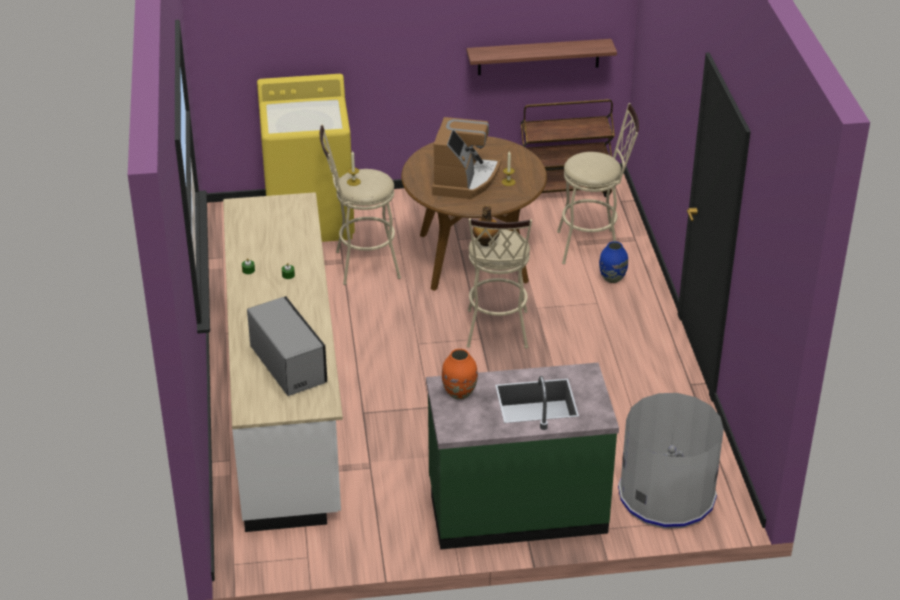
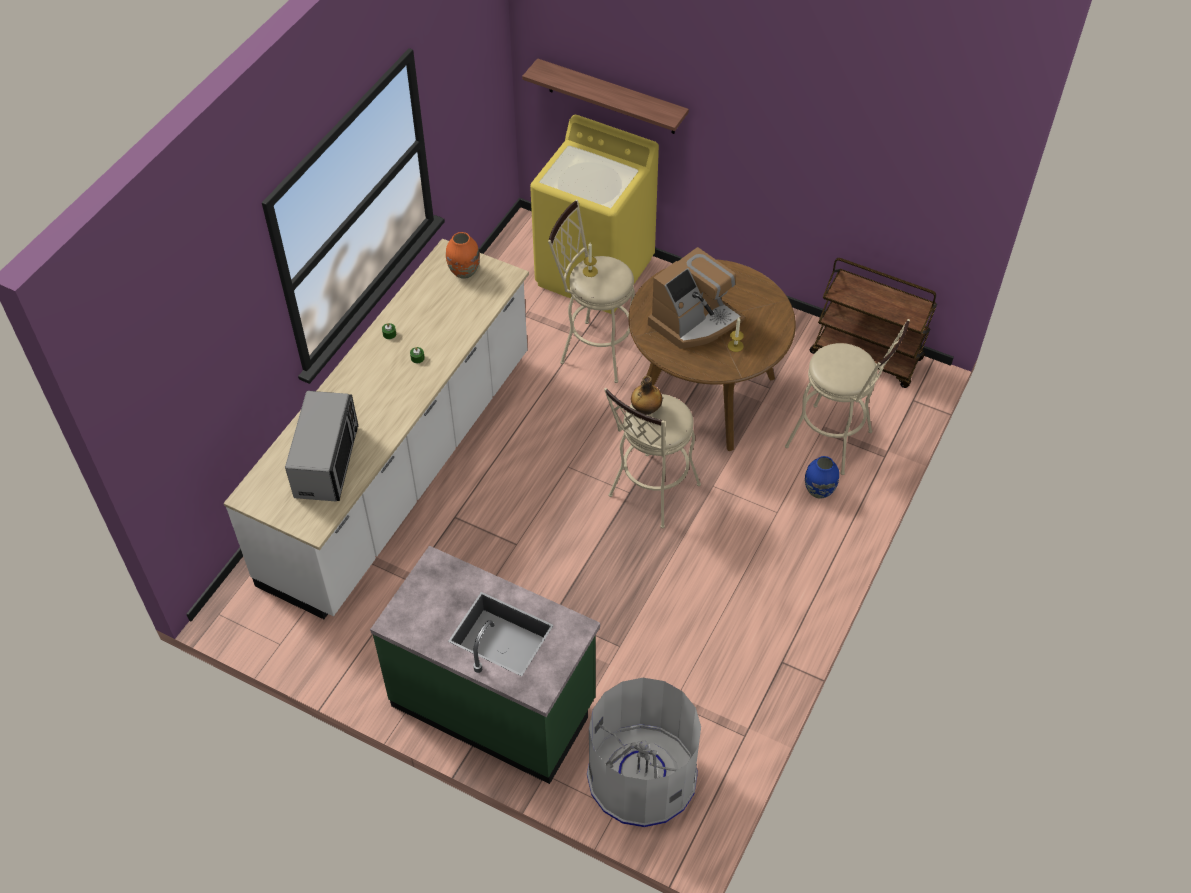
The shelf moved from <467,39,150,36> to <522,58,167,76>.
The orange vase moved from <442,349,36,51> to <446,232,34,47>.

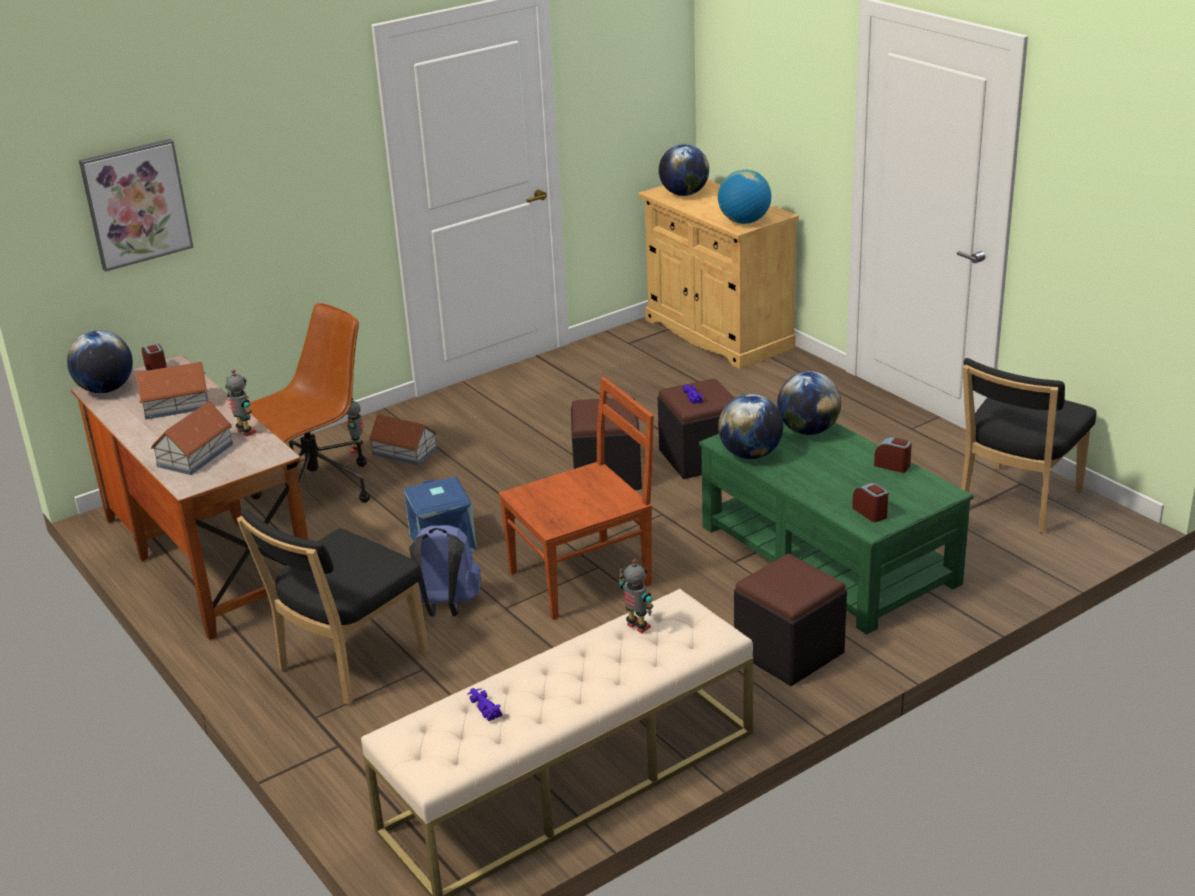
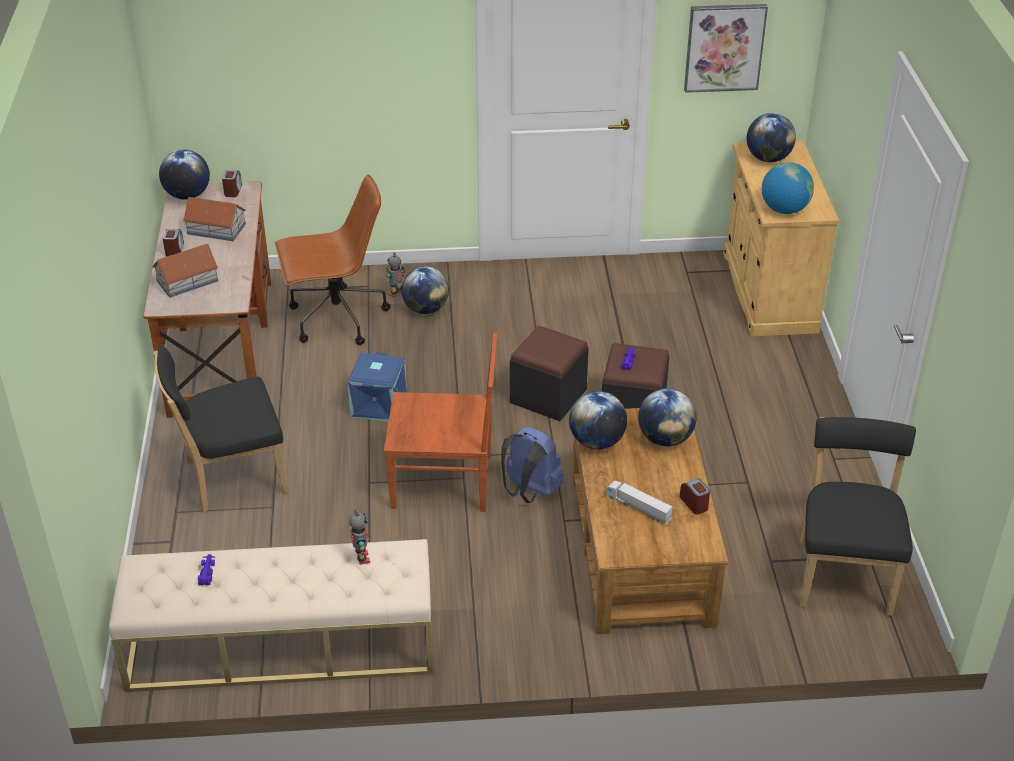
The picture moved from <79,139,115,133> to <684,4,84,89>.
The black chair at <961,358,135,175> turned 120 degrees clockwise.
The toy robot at <225,369,31,68> disappeared.
The toy house at <368,414,70,51> was replaced by the globe at <401,266,48,48>.
The green coffee table at <699,422,275,213> became the brown coffee table at <572,408,156,226>.
The alarm clock moved from <852,482,36,40> to <163,229,21,28>.
The blue backpack moved from <409,525,72,92> to <501,427,62,76>.
The black ottoman at <734,554,113,132> disappeared.
The toy truck at <606,481,66,44> appeared.

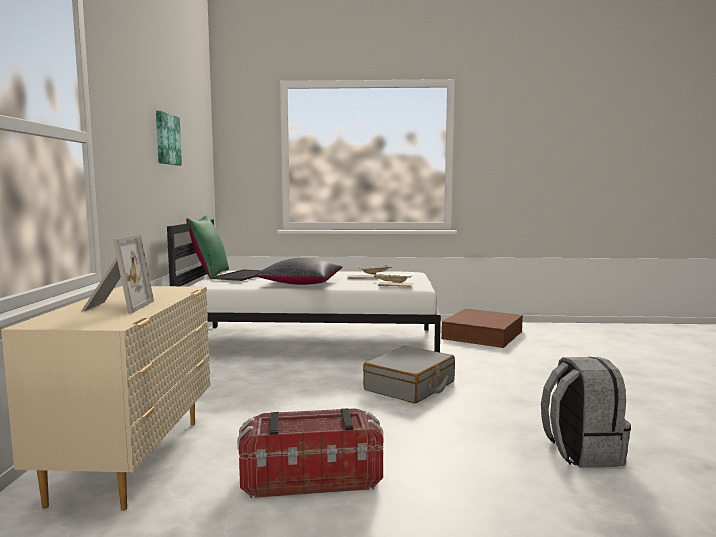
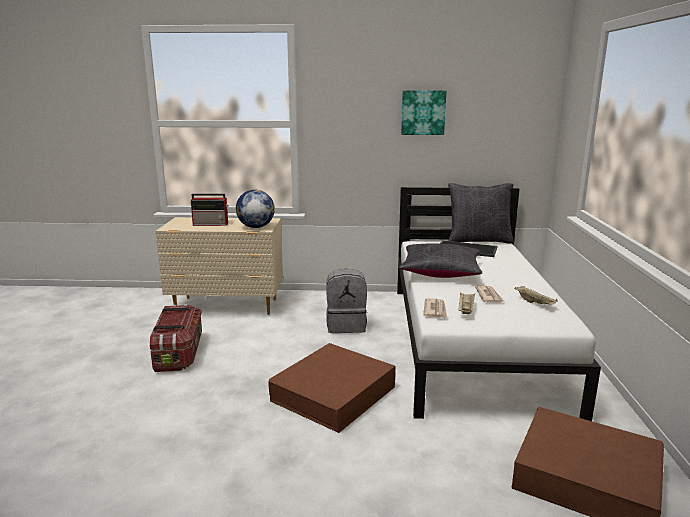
The green pillow at <186,215,43,64> became the black pillow at <448,183,66,61>.
The picture frame at <81,234,73,79> was replaced by the radio at <191,194,37,32>.
The grey suitcase at <363,346,92,58> was replaced by the brown storage box at <268,343,128,90>.
The grey backpack moved from <541,357,90,111> to <326,269,41,64>.
The globe at <236,190,39,38> appeared.

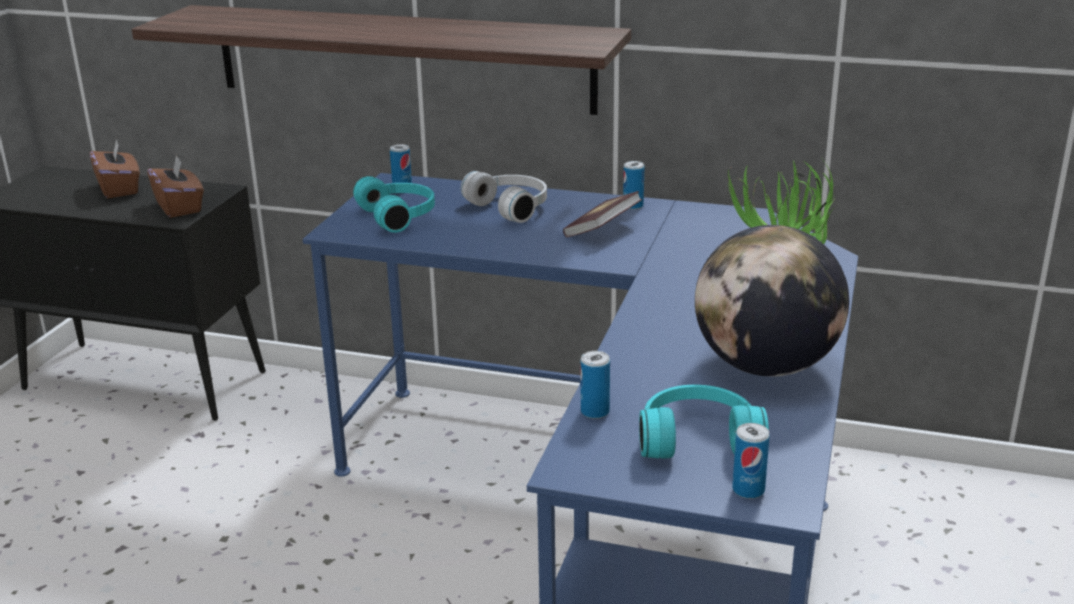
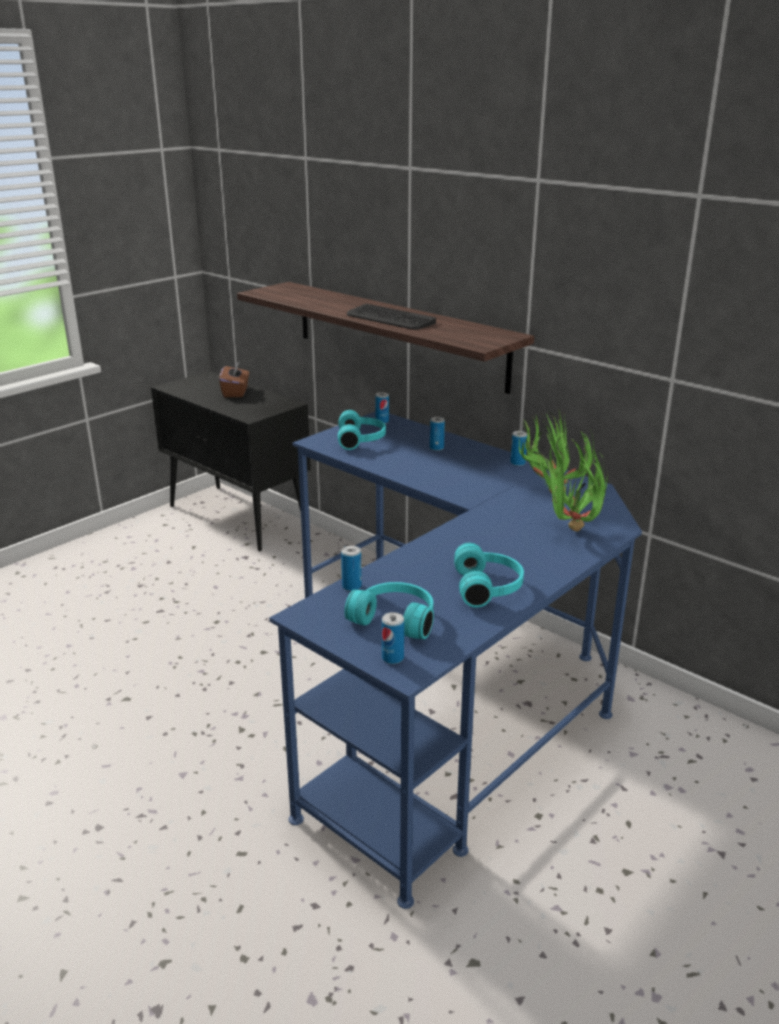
The brown tissue box at <147,154,57,64> disappeared.
The white headphones at <461,171,86,52> was replaced by the can at <430,417,15,34>.
The book at <563,191,79,46> disappeared.
The globe at <695,225,154,152> was replaced by the turquoise headphones at <454,543,70,65>.
The keyboard at <347,304,89,26> appeared.
The potted plant at <518,411,76,83> appeared.

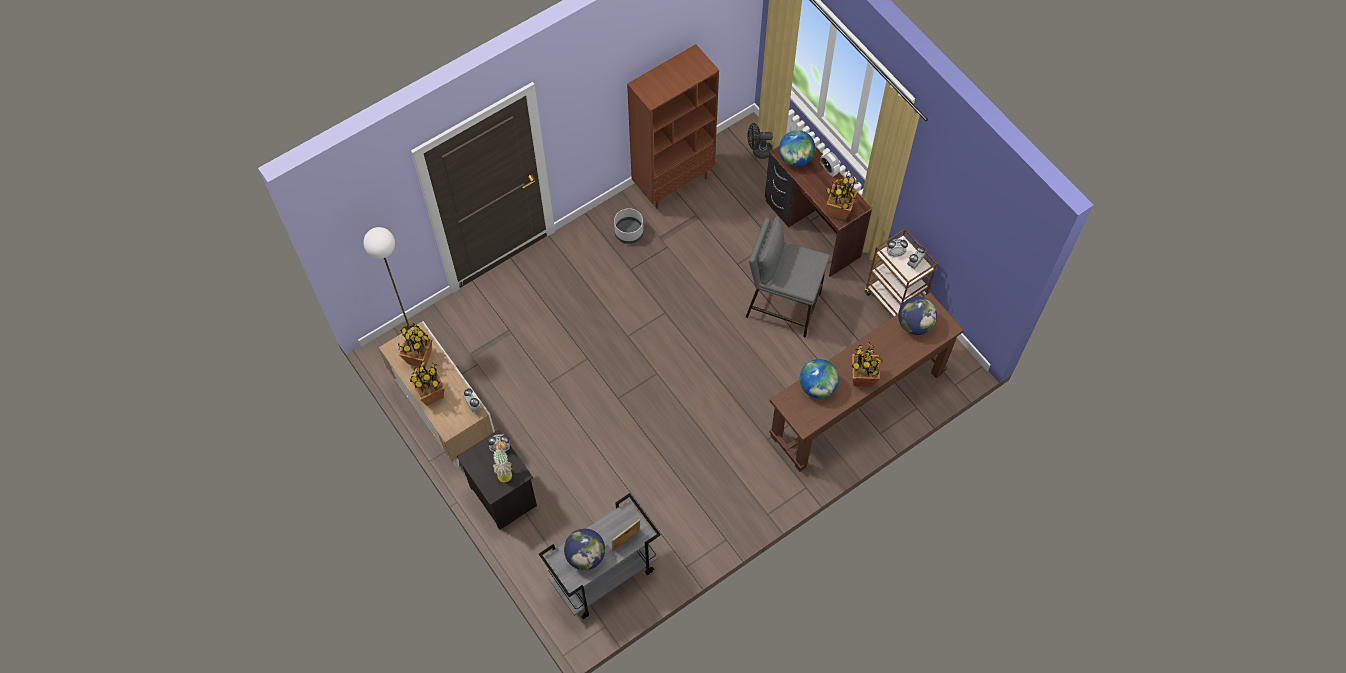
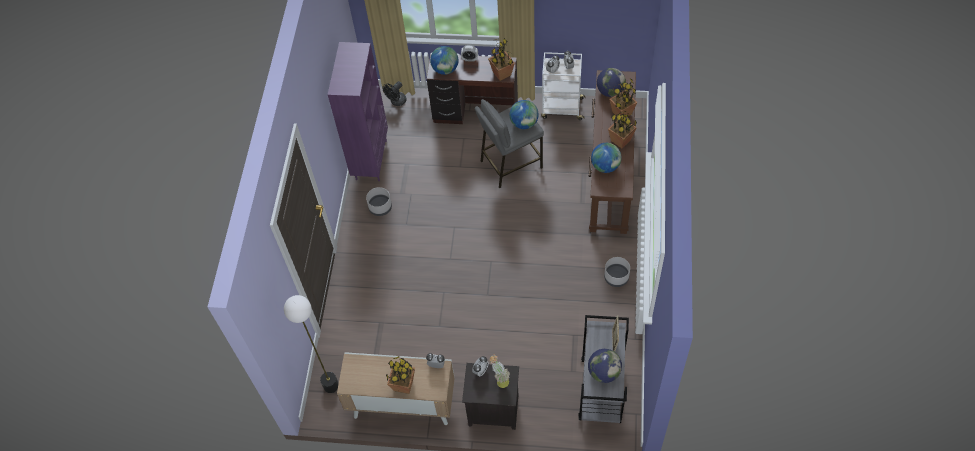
The brown bookcase at <627,44,92,165> became the purple bookcase at <328,42,60,139>.
The brown cart at <864,228,74,89> became the white cart at <541,52,45,68>.
The potted plant moved from <398,323,34,44> to <609,79,29,39>.
The globe at <510,100,29,29> appeared.
The grey planter at <604,257,26,30> appeared.

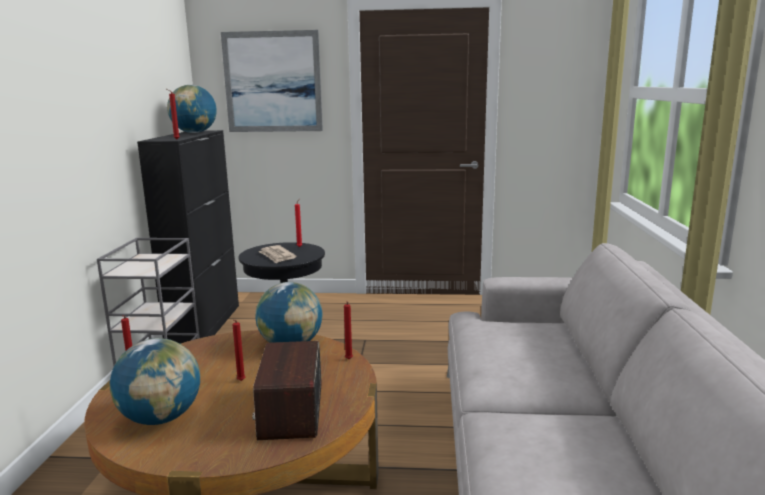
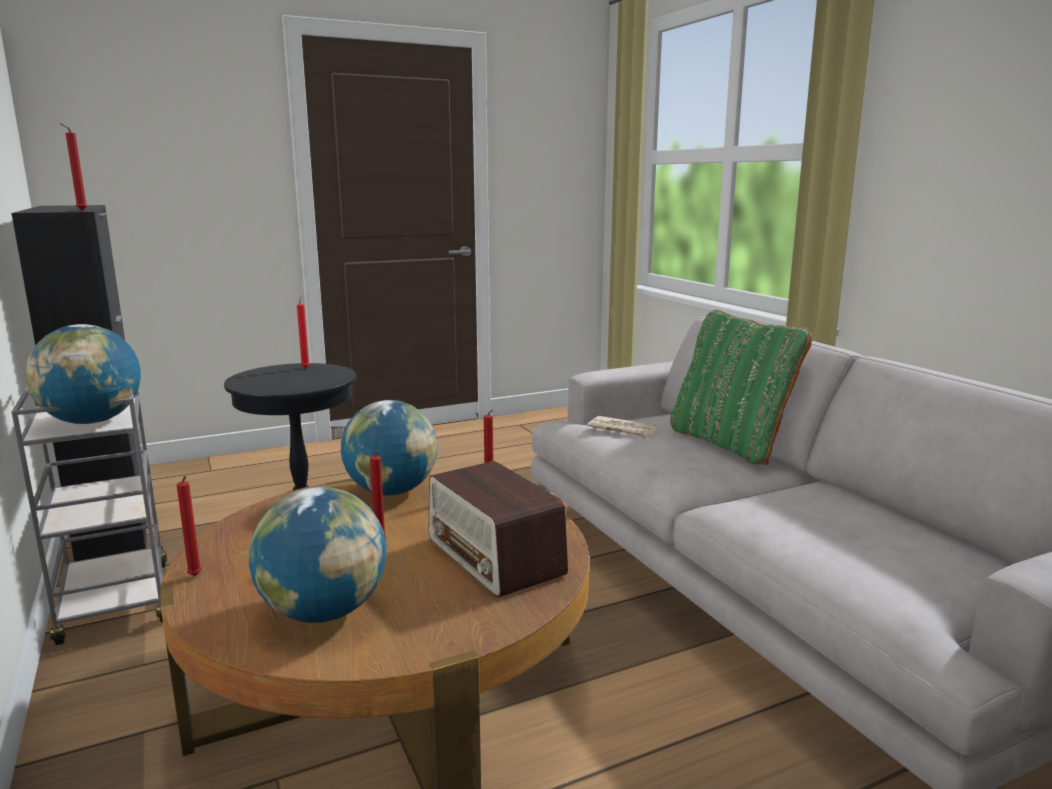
The picture at <221,30,102,102> disappeared.
The globe moved from <167,85,50,48> to <25,324,116,100>.
The newspaper moved from <258,245,38,19> to <587,416,69,24>.
The green pillow at <670,310,142,155> appeared.

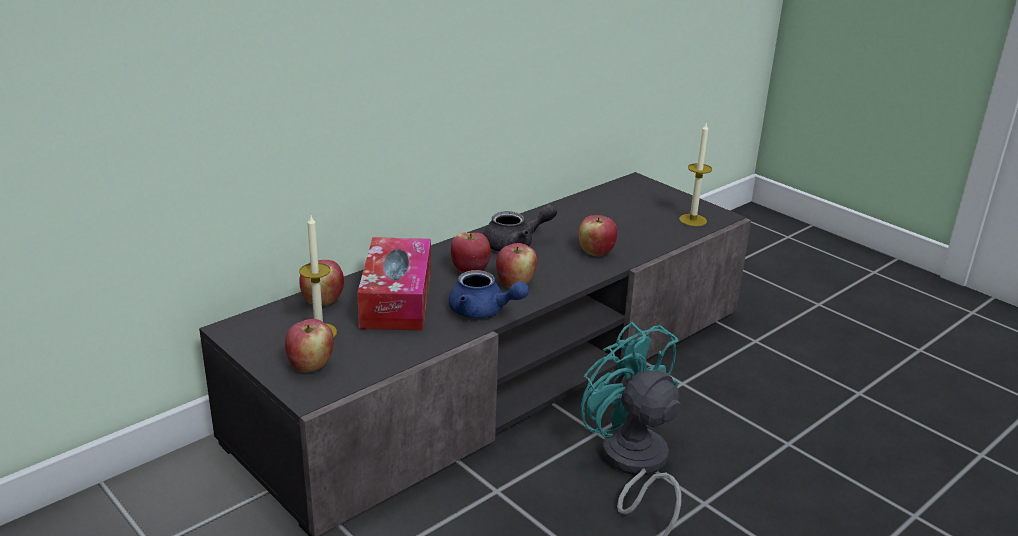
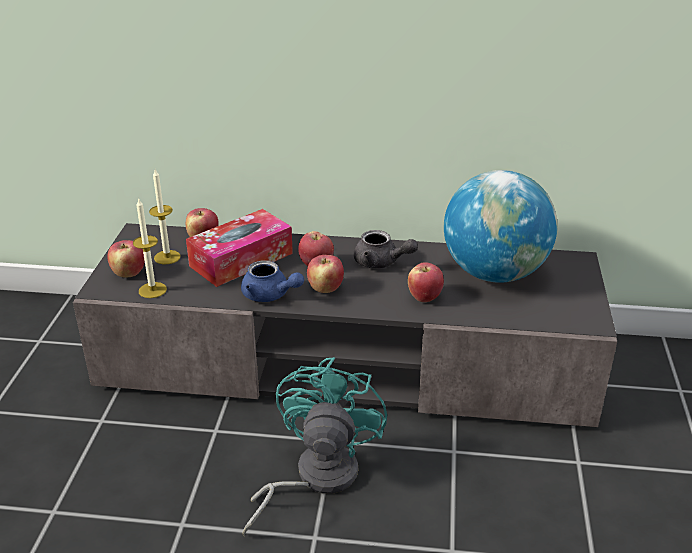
The candle moved from <679,123,33,103> to <133,199,34,99>.
The blue teapot at <448,270,81,48> turned 45 degrees counterclockwise.
The globe at <444,170,113,113> appeared.

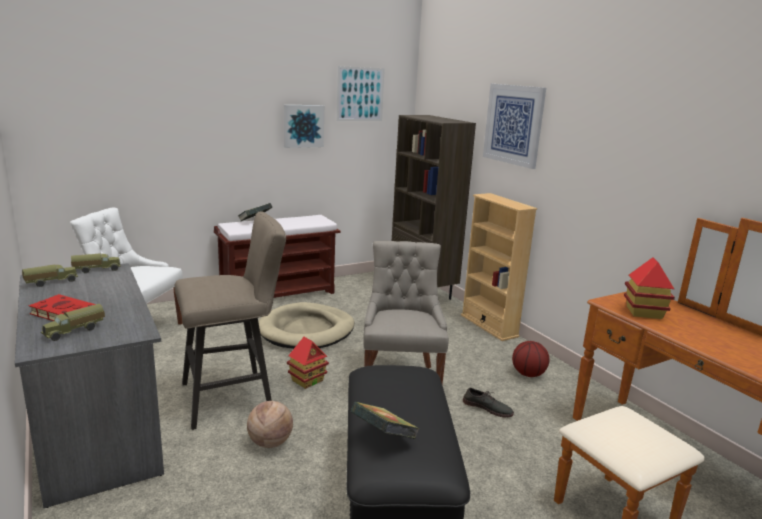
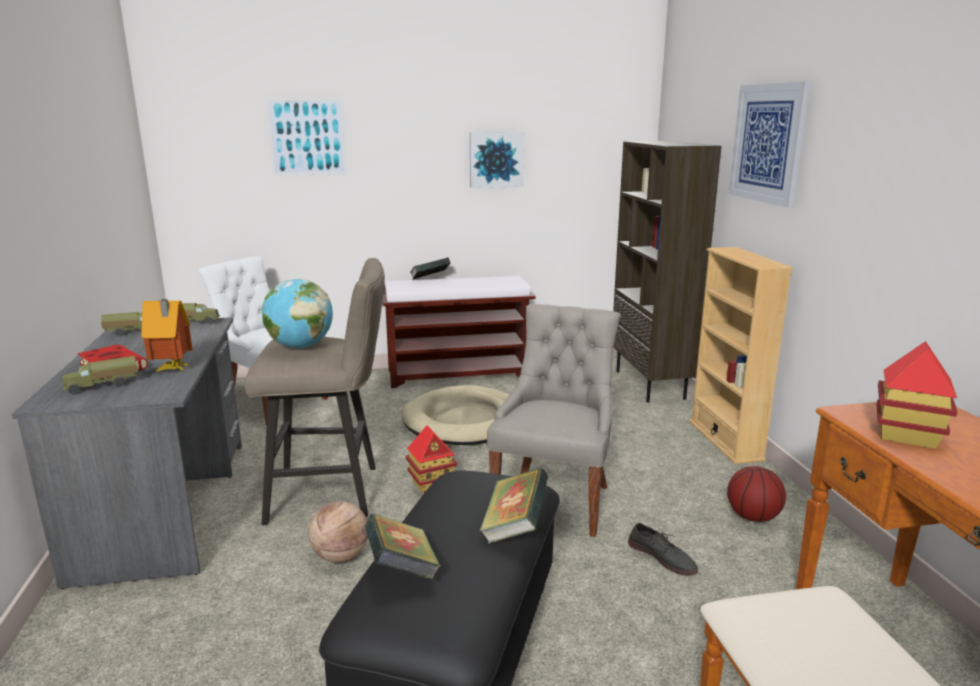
The picture moved from <336,66,49,55> to <266,98,81,78>.
The globe at <262,279,71,69> appeared.
The toy house at <141,299,52,73> appeared.
The book at <479,467,69,77> appeared.

